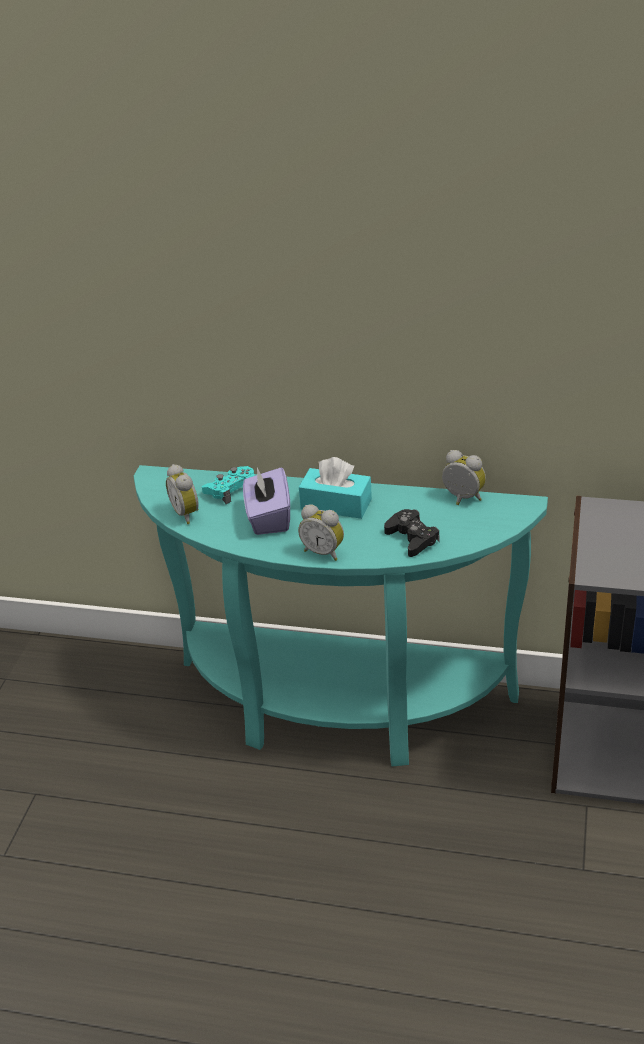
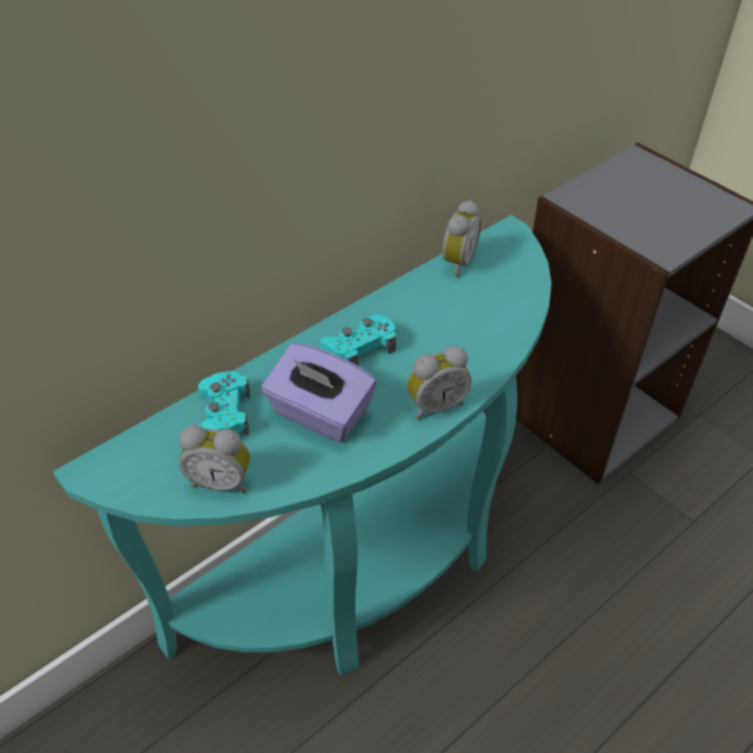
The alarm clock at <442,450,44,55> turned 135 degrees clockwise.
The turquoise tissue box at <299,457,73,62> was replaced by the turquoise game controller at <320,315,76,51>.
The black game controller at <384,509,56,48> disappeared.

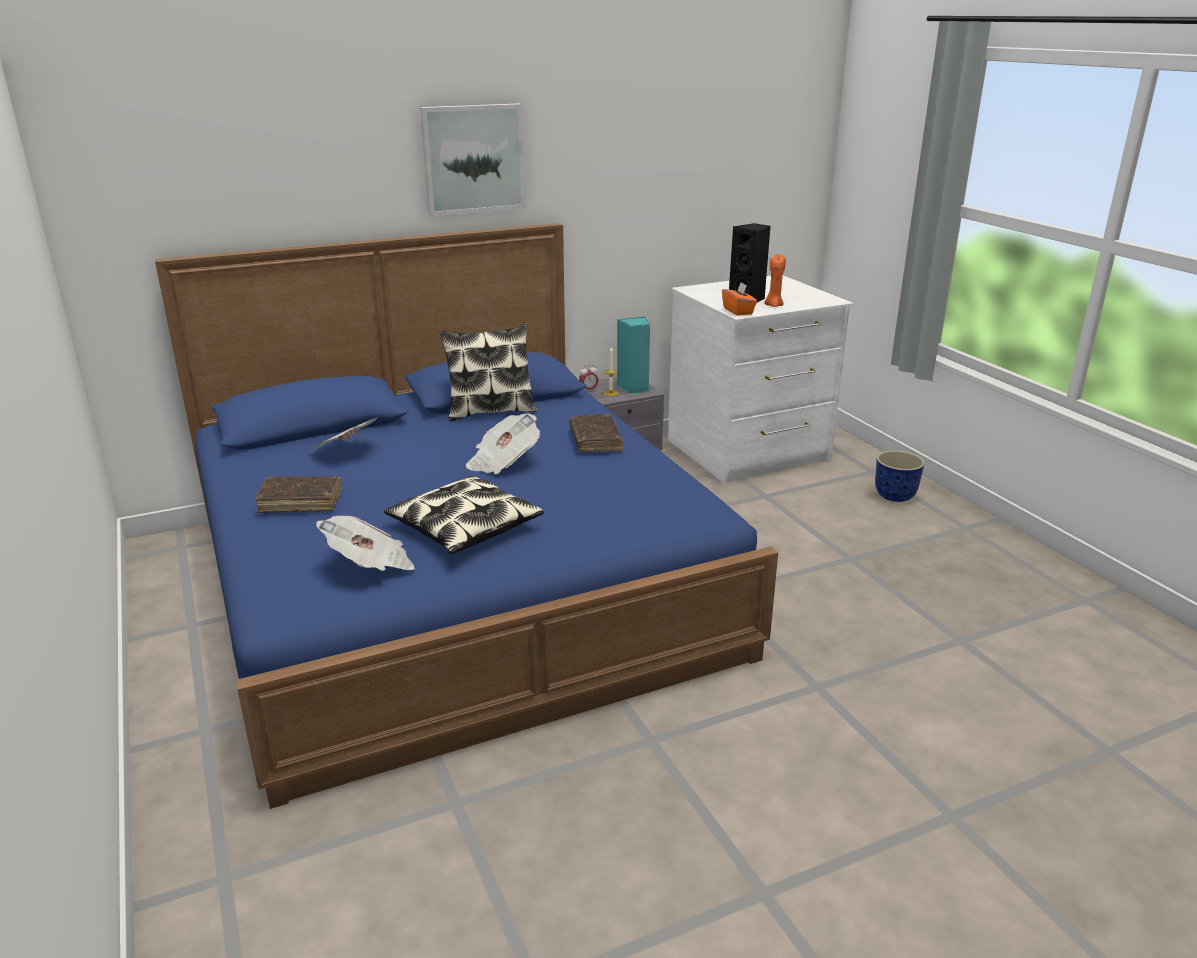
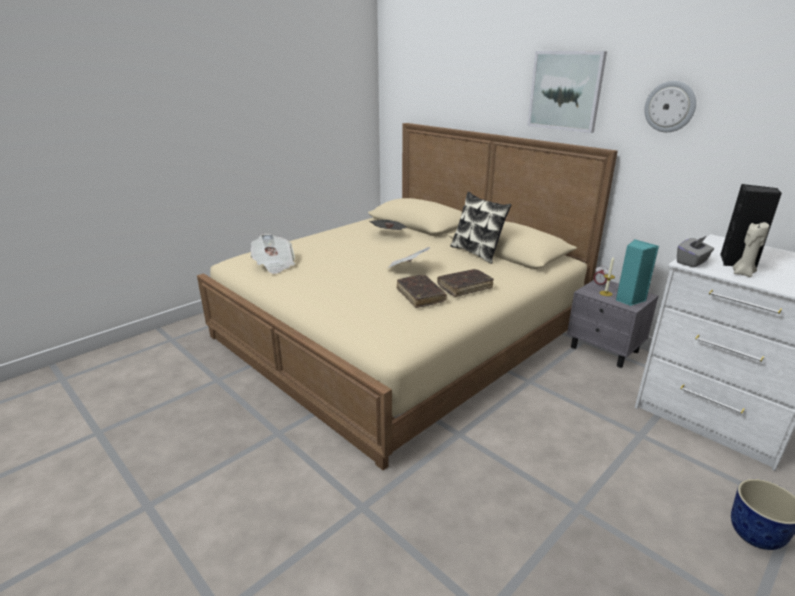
The blue bed at <155,223,623,586> became the beige bed at <197,123,421,347>.
The orange candle at <764,254,22,53> became the beige candle at <733,222,36,55>.
The orange tissue box at <722,283,35,33> became the grey tissue box at <677,236,37,31>.
The pillow at <384,475,160,79> disappeared.
The brown book moved from <255,476,87,37> to <397,275,50,33>.
The wall clock at <644,81,52,51> appeared.

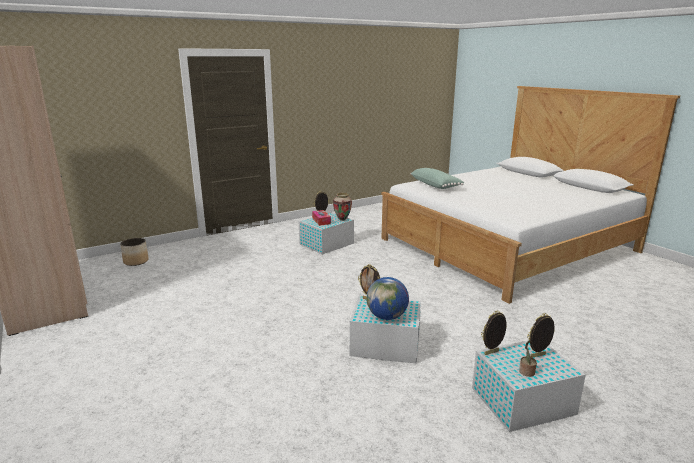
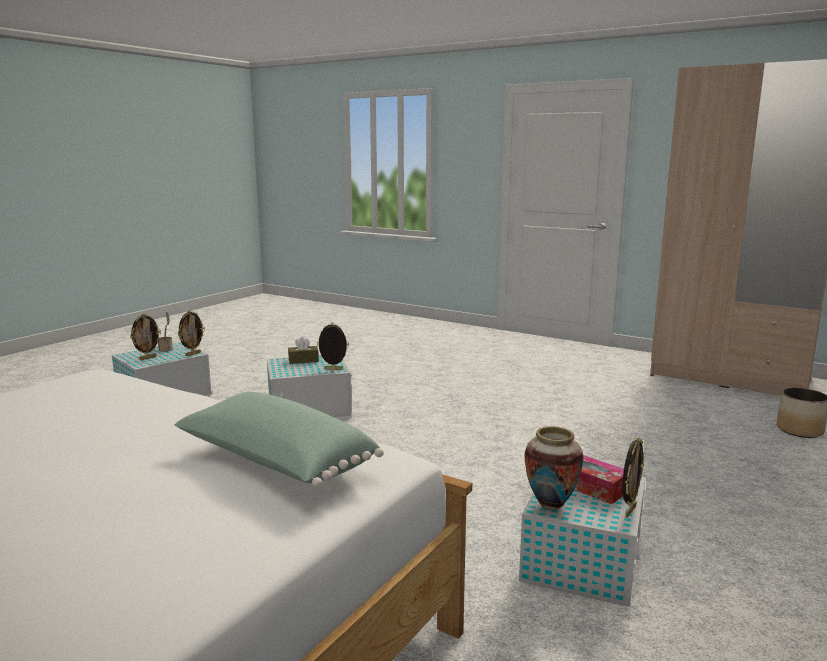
The globe at <366,277,43,43> was replaced by the brown tissue box at <288,337,31,27>.

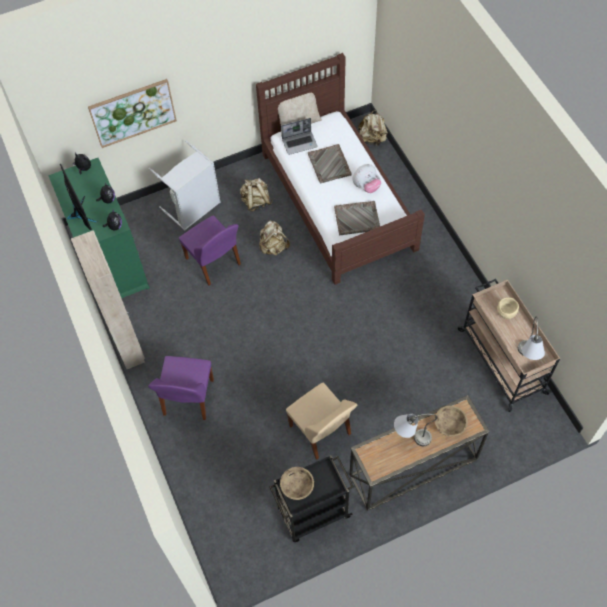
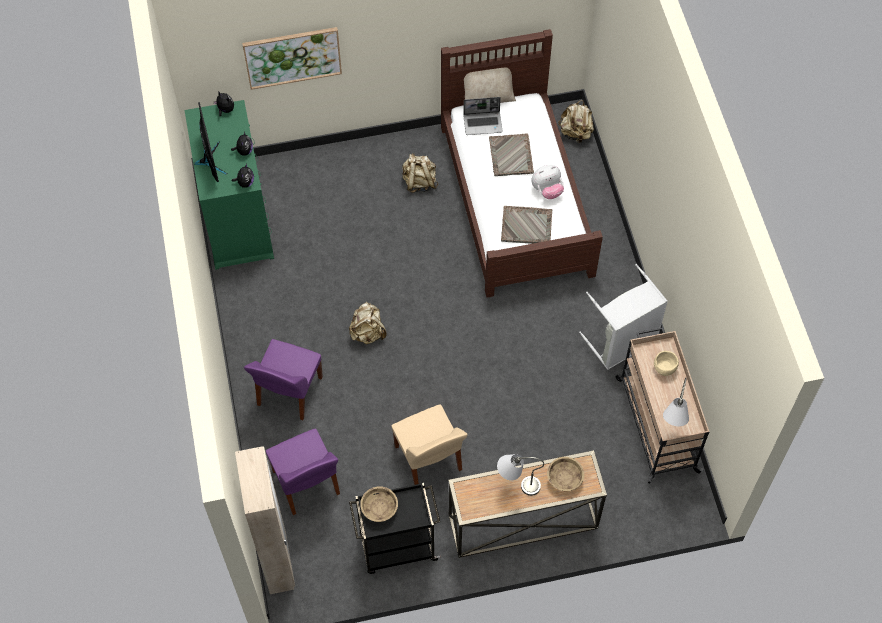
The grey laundry basket moved from <149,141,72,89> to <579,264,89,106>.
The purple chair moved from <179,215,62,71> to <266,429,74,86>.
The beige backpack moved from <259,220,31,35> to <349,302,37,42>.
The beige wardrobe moved from <71,230,74,139> to <235,446,60,148>.

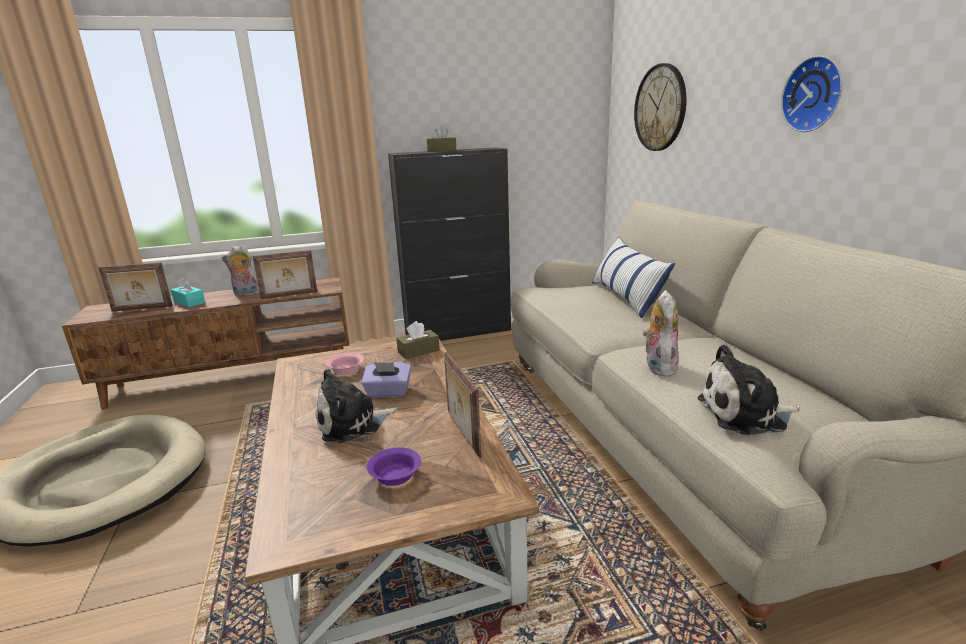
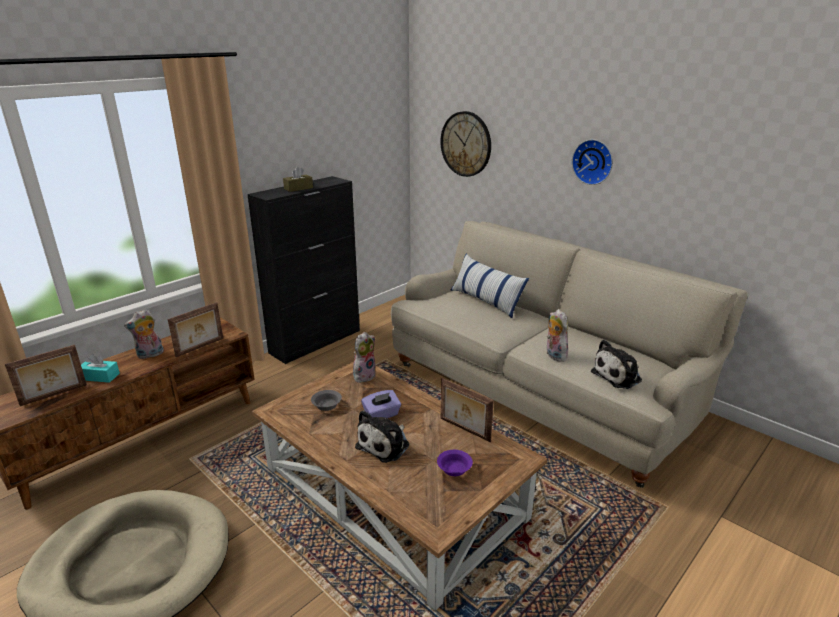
The brown tissue box at <396,321,44,38> was replaced by the plush toy at <353,332,22,51>.
The pink bowl at <326,353,38,22> became the grey bowl at <311,390,31,21>.

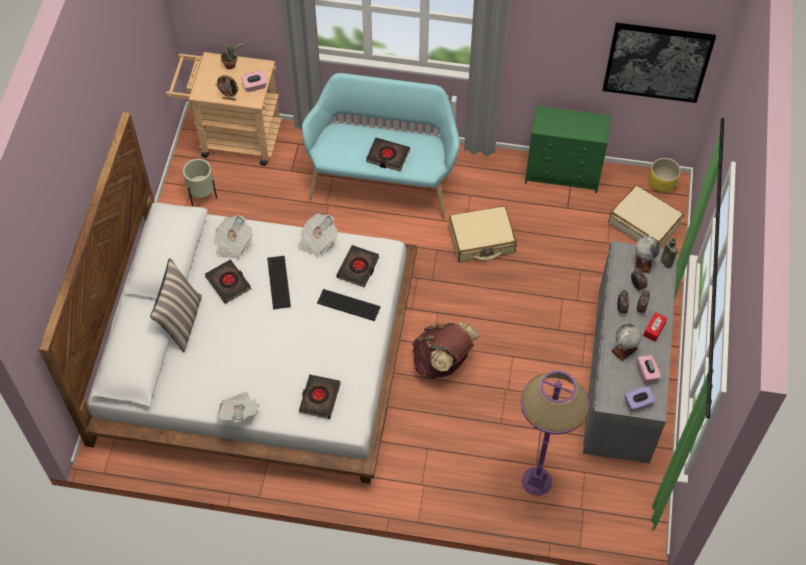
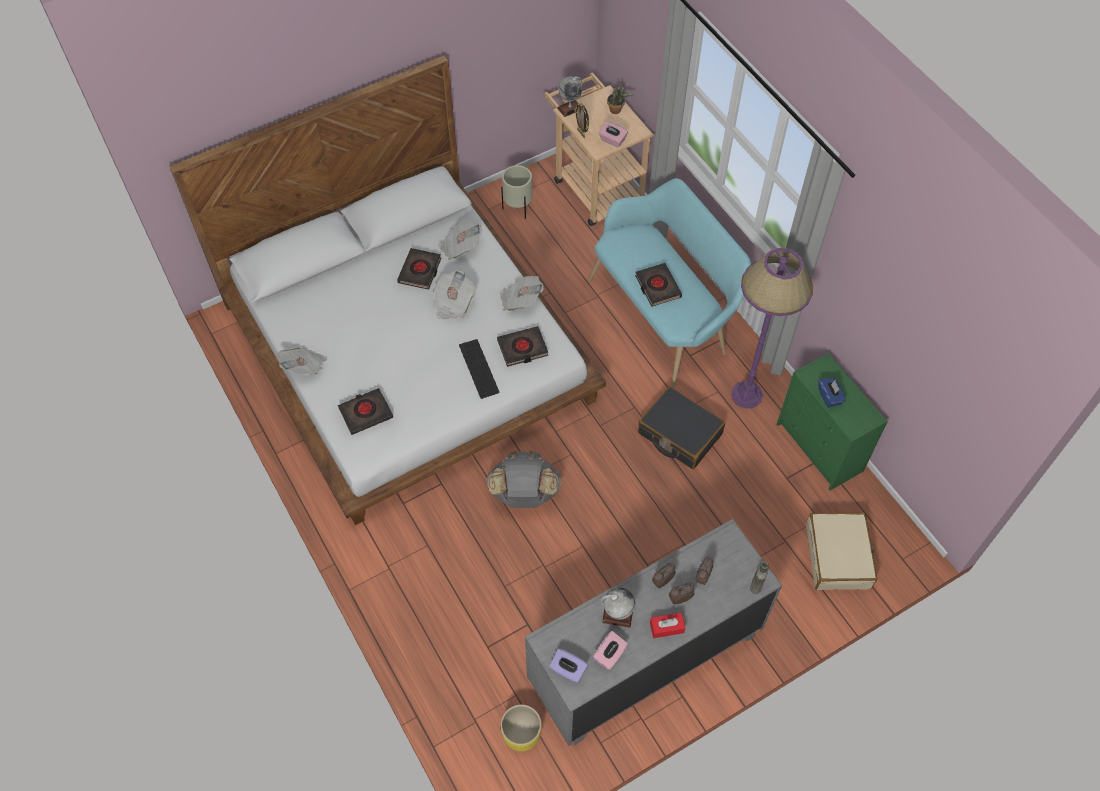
The picture at <602,23,114,80> disappeared.
The yellow planter moved from <649,158,32,35> to <500,704,42,47>.
The beige suitcase at <449,206,68,56> became the black suitcase at <638,386,87,83>.
The globe moved from <635,234,25,39> to <557,76,26,41>.
The keyboard at <267,256,24,53> was replaced by the newspaper at <433,270,43,49>.
The pillow at <150,258,52,94> disappeared.
The brown backpack at <413,322,67,57> became the grey backpack at <486,451,76,57>.
The purple floor lamp moved from <521,370,68,126> to <731,248,82,160>.
The blue tissue box at <818,377,28,31> appeared.

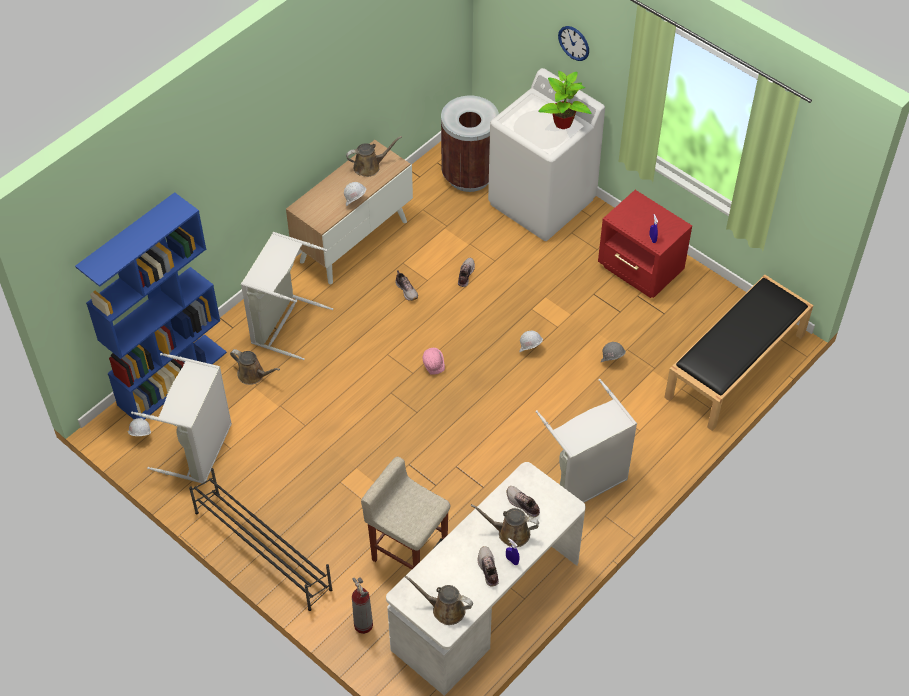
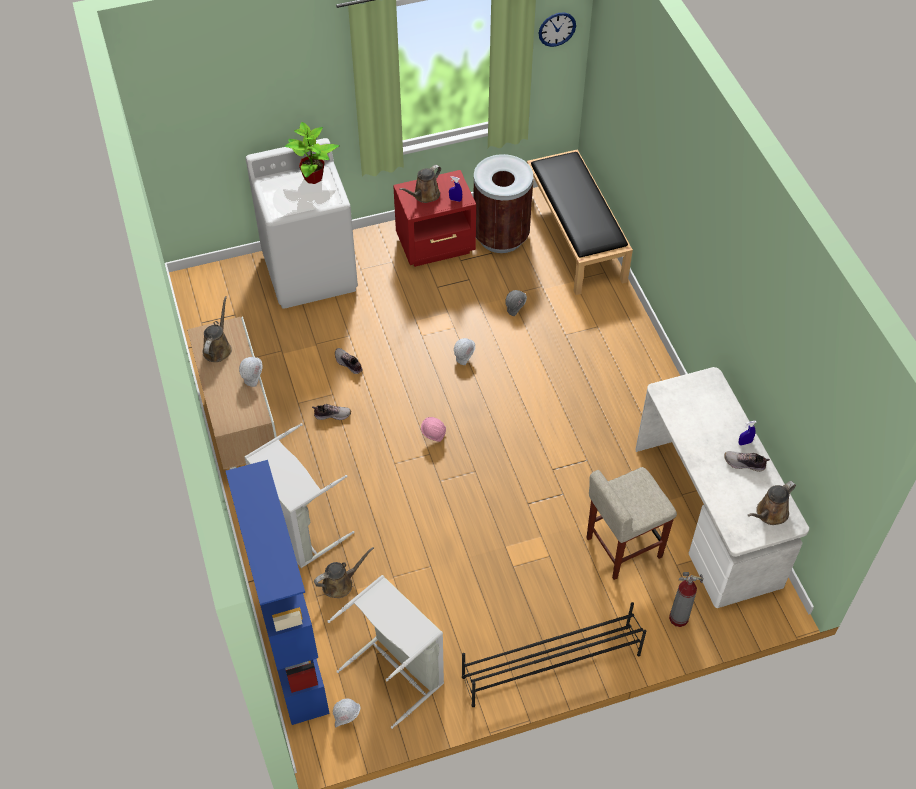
The wall clock moved from <558,26,31,35> to <539,13,37,34>.
The brown trash can moved from <441,95,58,97> to <473,154,60,99>.
The grey laundry basket at <536,379,101,124> disappeared.
The shoe at <507,486,33,32> disappeared.
The brown watering can moved from <471,504,68,43> to <399,165,42,38>.

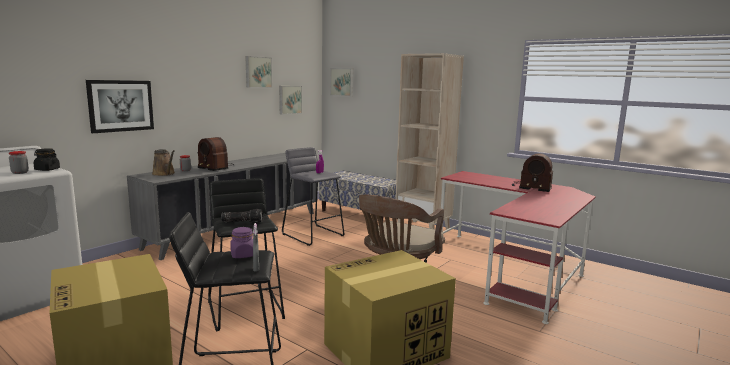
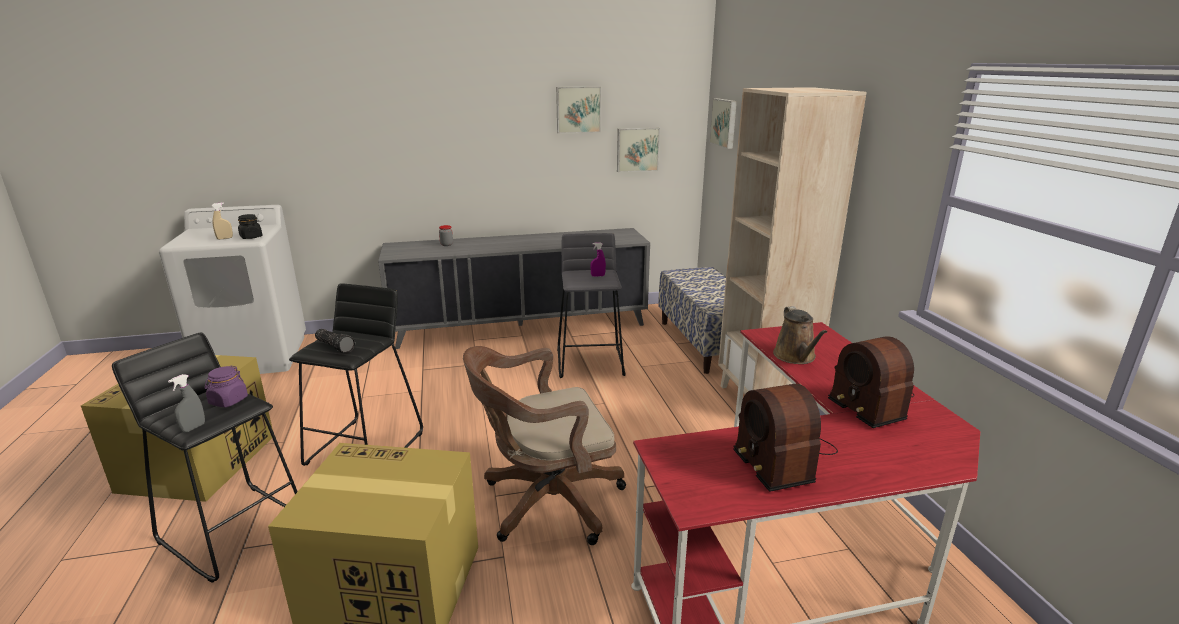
The picture at <86,80,68,53> disappeared.
The radio moved from <197,137,37,34> to <733,384,105,108>.
The brown watering can moved from <152,149,23,27> to <773,306,54,58>.
The jar at <9,151,20,23> was replaced by the beige spray bottle at <212,202,21,38>.

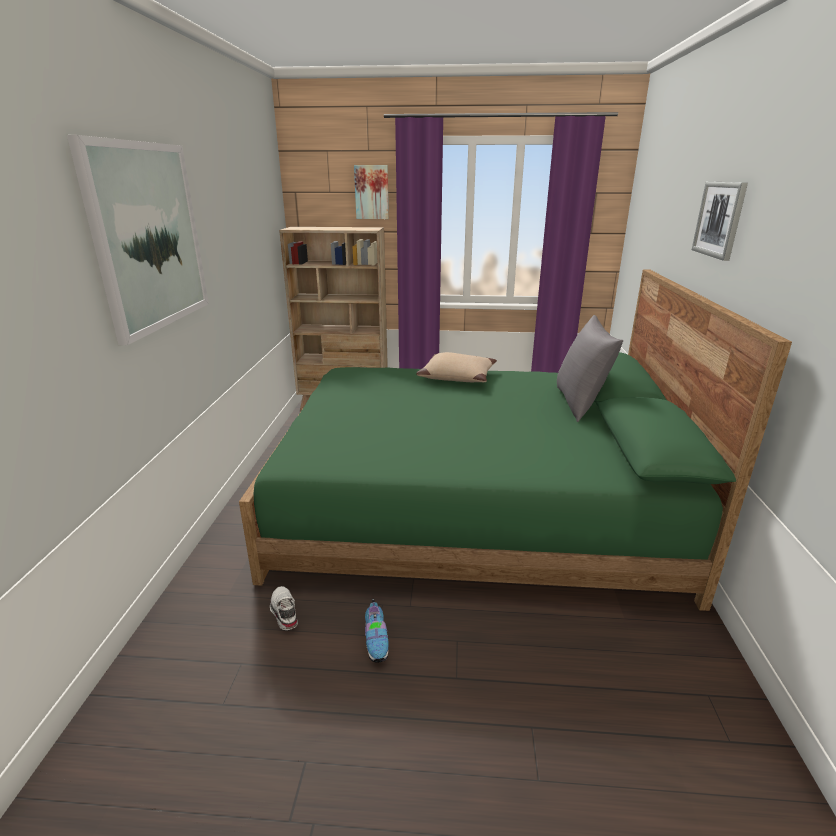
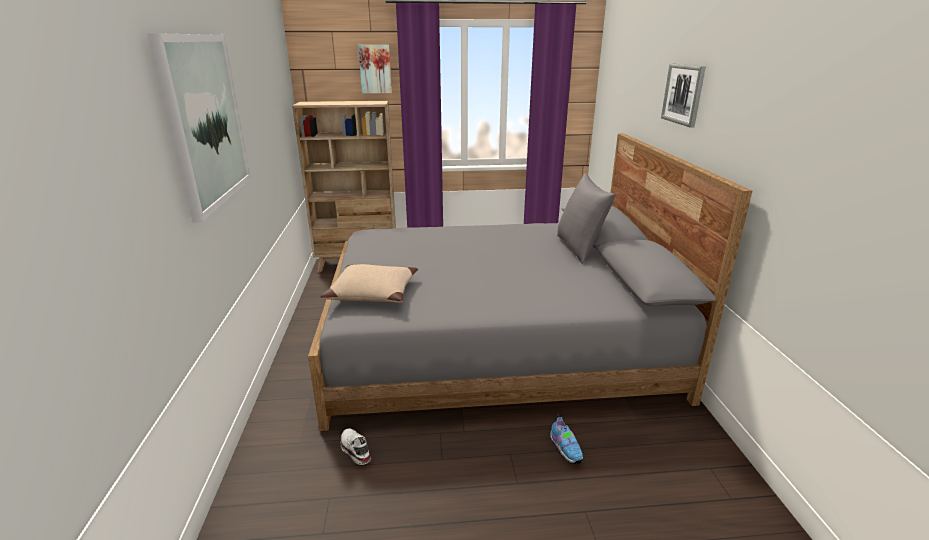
The green bed at <239,269,553,342> became the grey bed at <308,133,444,298>.
The beige pillow moved from <416,352,81,30> to <321,264,97,39>.
The shoe moved from <365,599,24,64> to <550,414,33,50>.

